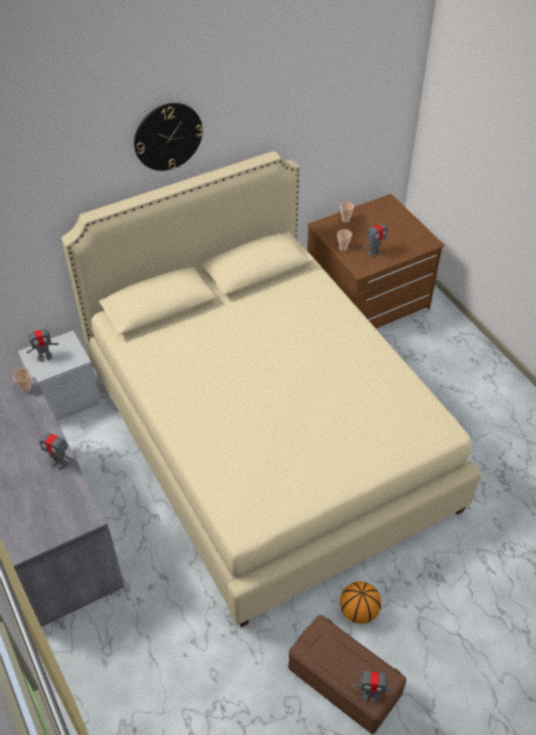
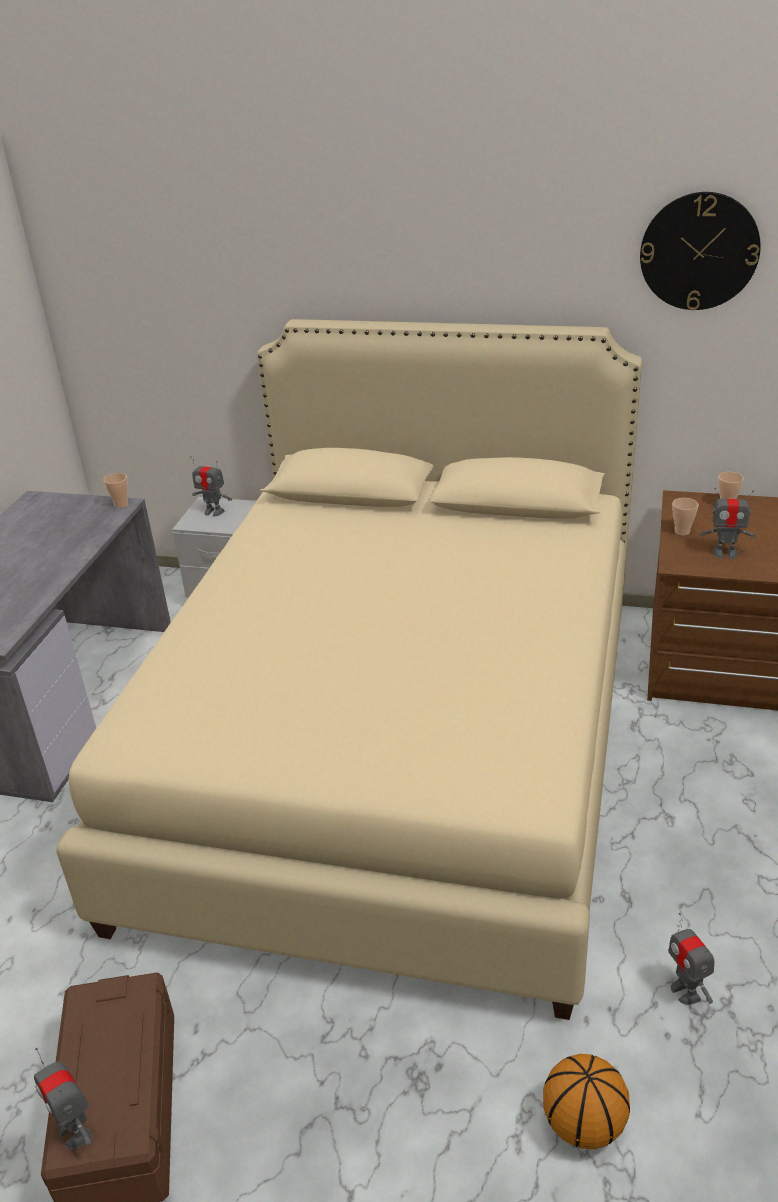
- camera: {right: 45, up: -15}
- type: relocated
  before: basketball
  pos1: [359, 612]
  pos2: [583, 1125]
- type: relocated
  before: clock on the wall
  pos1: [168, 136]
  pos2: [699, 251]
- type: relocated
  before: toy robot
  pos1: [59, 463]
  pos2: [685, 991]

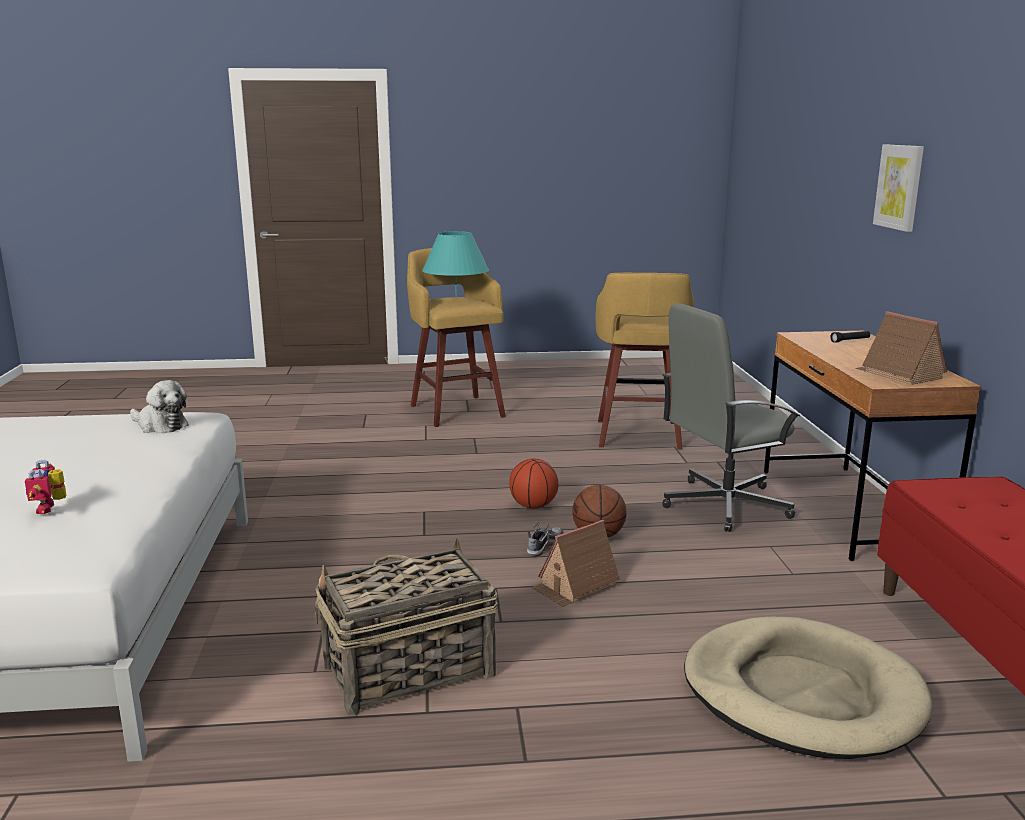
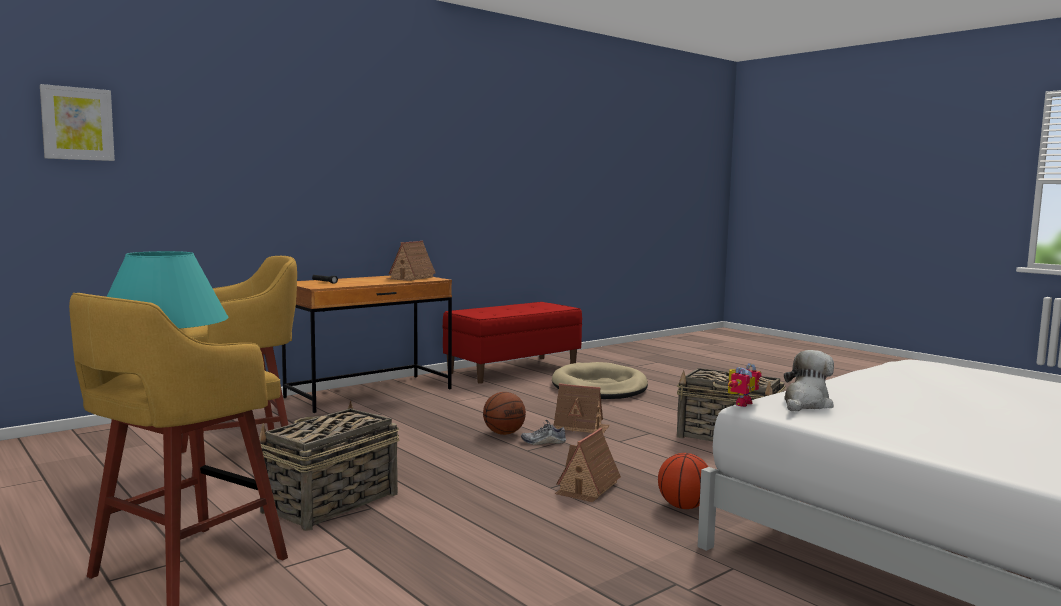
- camera: {right: -125, up: -10}
- type: relocated
  before: wall art
  pos1: [899, 187]
  pos2: [77, 123]
- type: appeared
  after: basket
  pos2: [329, 503]
- type: appeared
  after: toy house
  pos2: [587, 487]
- type: relocated
  before: basketball
  pos1: [533, 506]
  pos2: [683, 506]
- type: relocated
  before: toy robot
  pos1: [51, 508]
  pos2: [740, 403]
- type: spun
  before: cuddly toy
  pos1: [160, 425]
  pos2: [806, 404]
  turn: 45
- type: missing
  before: gray computer chair
  pos1: [724, 504]

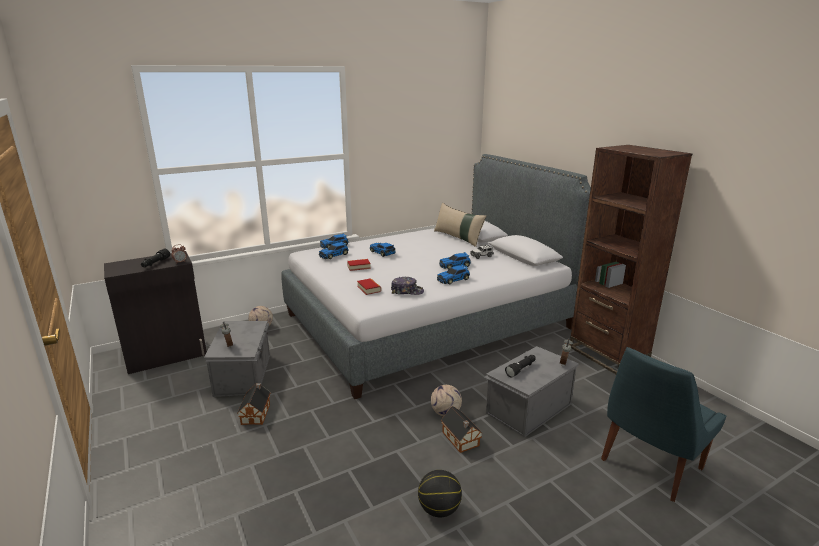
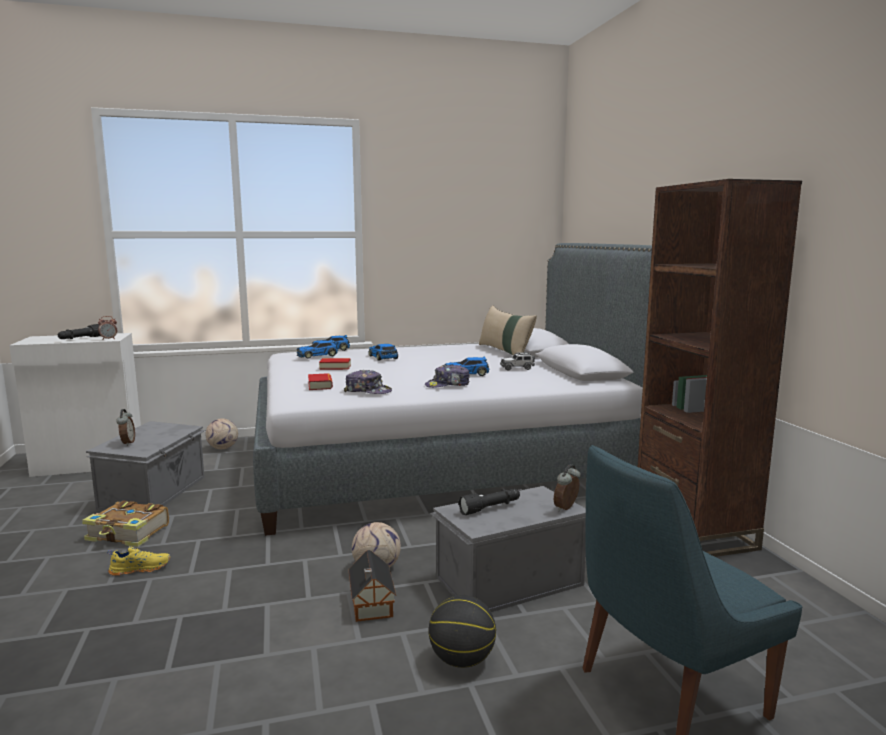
- camera: {right: 15, up: -10}
- type: colour
  before: black cupboard
  after: white cupboard
  pos1: [167, 355]
  pos2: [89, 464]
- type: exchanged
  before: toy house
  after: volume
  pos1: [256, 413]
  pos2: [128, 534]
- type: appeared
  after: yellowish low shoe
  pos2: [140, 569]
- type: exchanged
  before: miniature car
  after: peaked cap
  pos1: [453, 279]
  pos2: [448, 385]
- type: relocated
  before: basketball
  pos1: [439, 509]
  pos2: [462, 660]

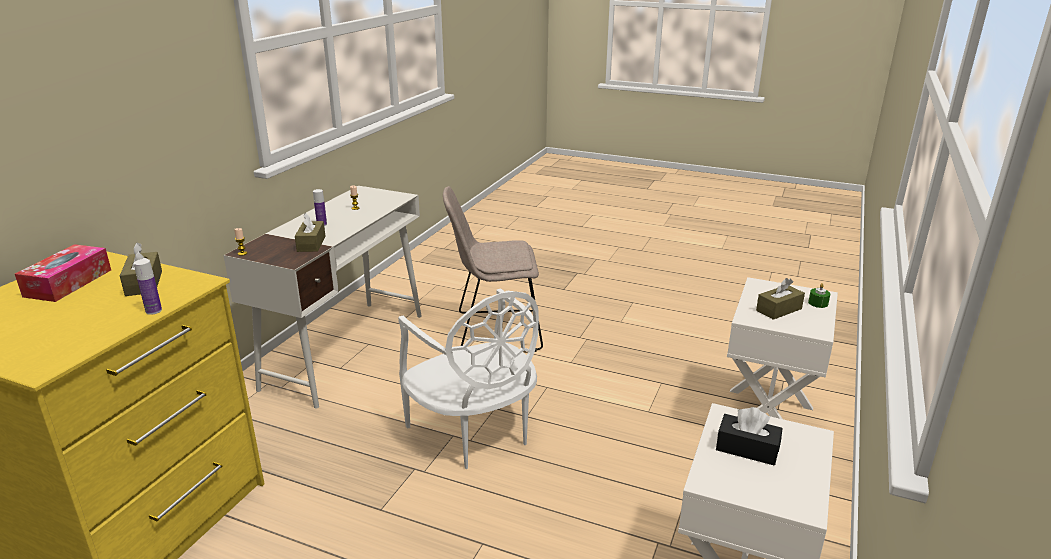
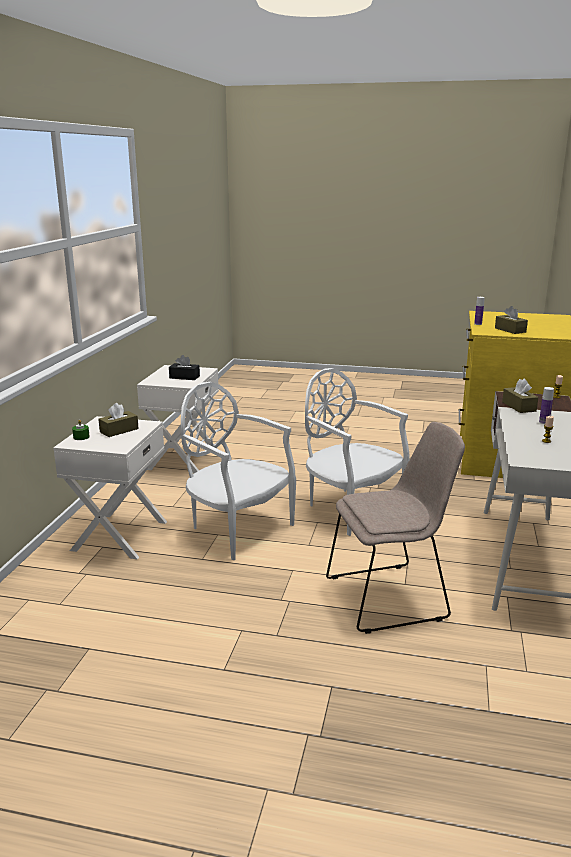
- camera: {right: 170, up: -5}
- type: appeared
  after: white plain chair
  pos2: [237, 529]
- type: missing
  before: tissue holder
  pos1: [68, 283]

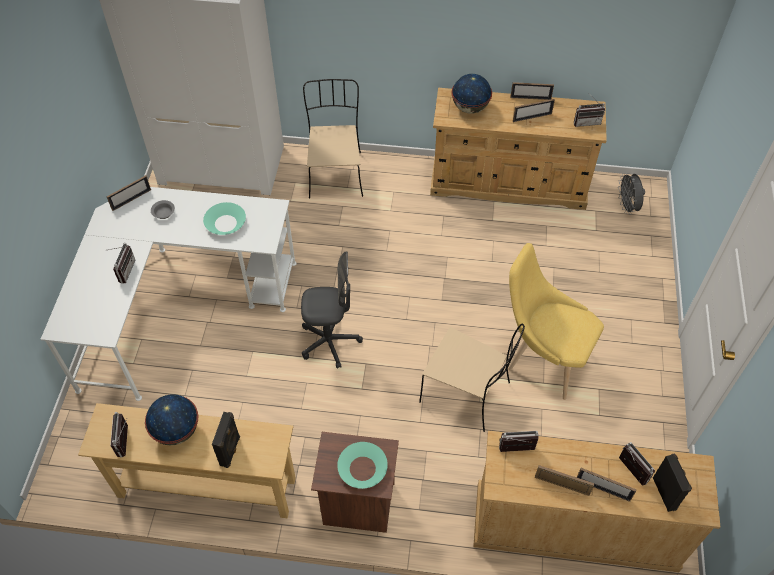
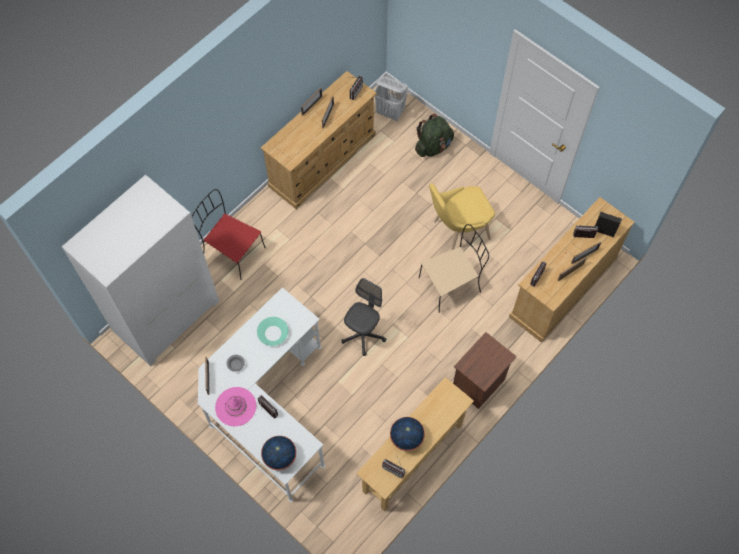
- camera: {right: -55, up: 10}
- type: colour
  before: beige-coloured plain chair
  after: red-coloured plain chair
  pos1: [335, 173]
  pos2: [232, 251]
- type: appeared
  after: pink hat
  pos2: [235, 406]
- type: relocated
  before: world globe
  pos1: [469, 108]
  pos2: [280, 457]
- type: exchanged
  before: gray fan
  after: white laundry basket
  pos1: [627, 207]
  pos2: [390, 112]
- type: appeared
  after: green backpack
  pos2: [433, 146]
- type: missing
  before: black loudspeaker
  pos1: [231, 451]
- type: missing
  before: turquoise bowl
  pos1: [362, 468]

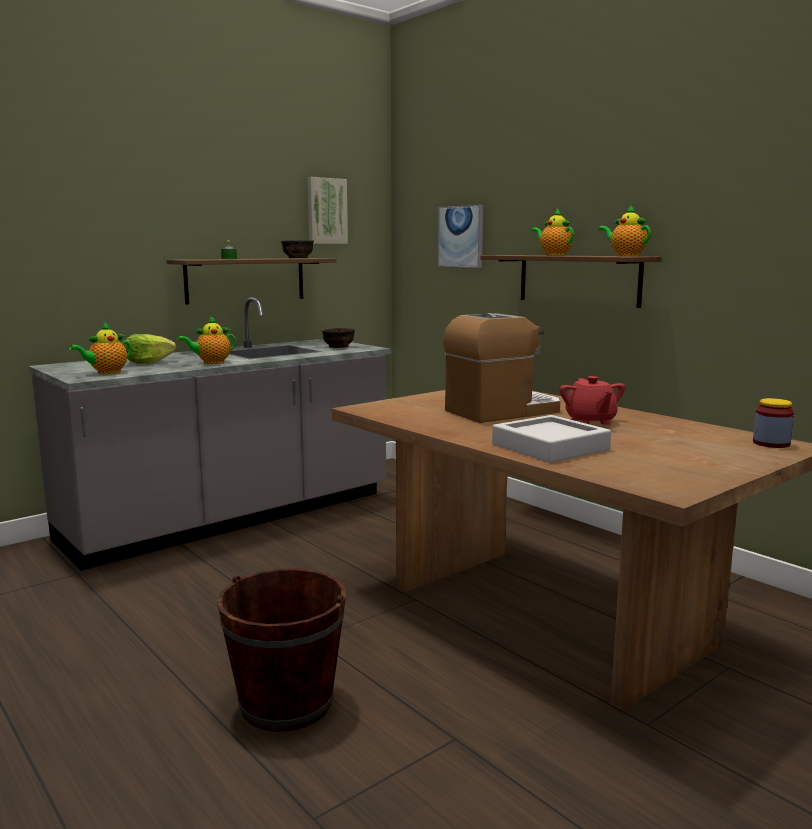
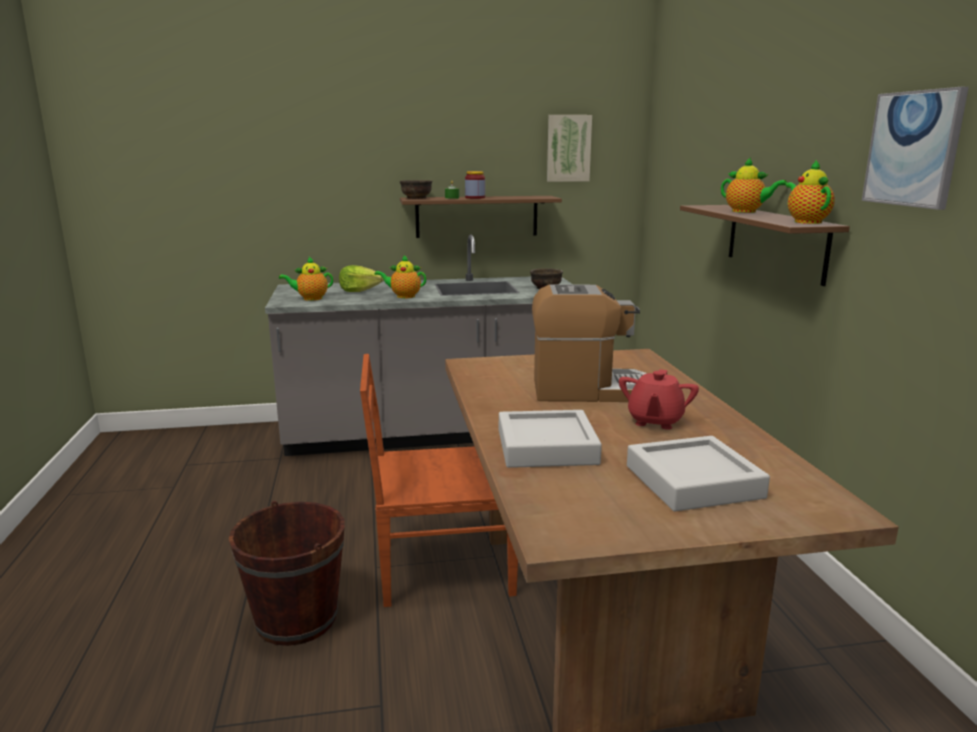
- camera: {right: 30, up: 5}
- type: appeared
  after: brown plain chair
  pos2: [441, 568]
- type: relocated
  before: brown bowl
  pos1: [298, 258]
  pos2: [416, 198]
- type: relocated
  before: jar
  pos1: [771, 443]
  pos2: [475, 198]
- type: appeared
  after: gray carrying tray
  pos2: [693, 482]
- type: spun
  before: teapot
  pos1: [553, 255]
  pos2: [746, 212]
  turn: 135
- type: relocated
  before: wall art
  pos1: [461, 236]
  pos2: [913, 149]

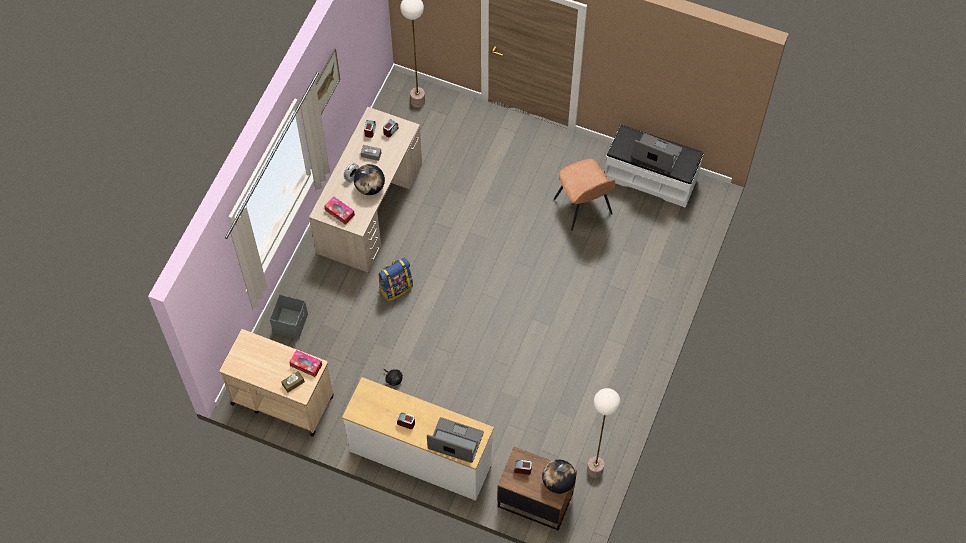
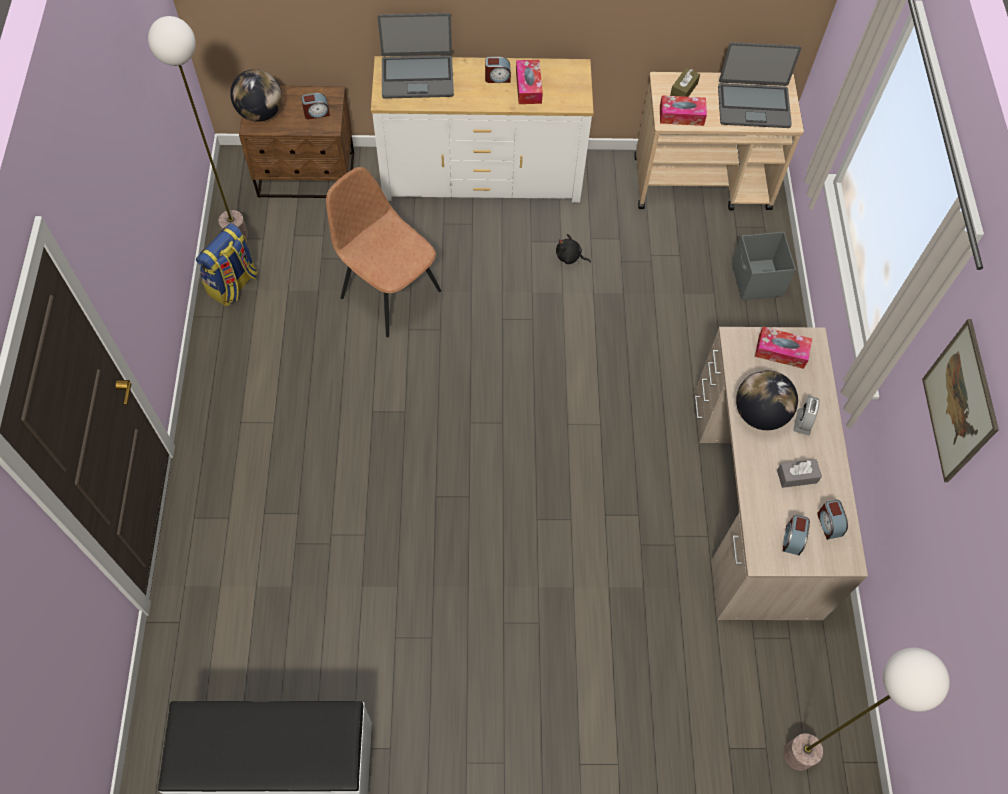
- camera: {right: 155, up: 0}
- type: relocated
  before: backpack
  pos1: [396, 287]
  pos2: [233, 285]
- type: relocated
  before: brown plain chair
  pos1: [583, 207]
  pos2: [389, 292]
- type: appeared
  after: tissue holder
  pos2: [528, 87]
- type: relocated
  before: notebook computer
  pos1: [656, 154]
  pos2: [753, 105]

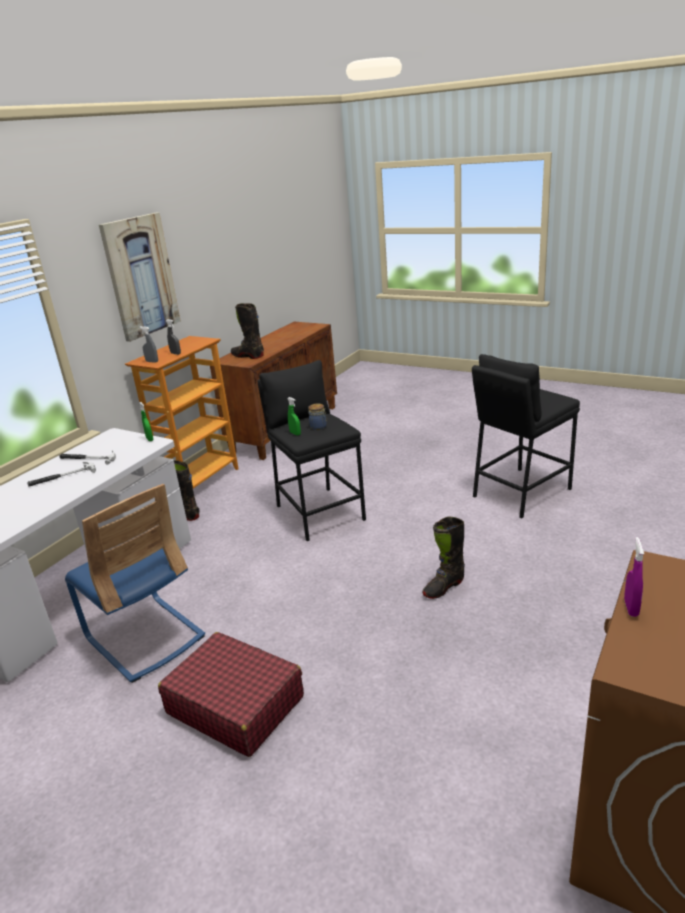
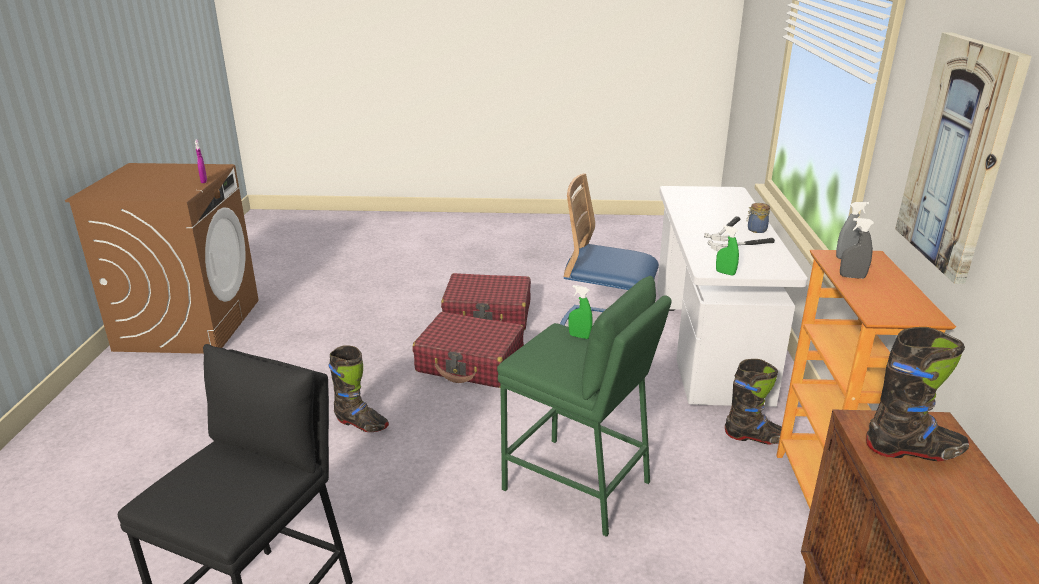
- camera: {right: 150, up: 0}
- type: spun
  before: black tall boot
  pos1: [443, 587]
  pos2: [361, 424]
  turn: 90
- type: appeared
  after: red-coloured piece of luggage
  pos2: [470, 363]
- type: colour
  before: black sitting stool
  after: green sitting stool
  pos1: [319, 512]
  pos2: [577, 485]
- type: relocated
  before: jar
  pos1: [319, 427]
  pos2: [756, 230]

